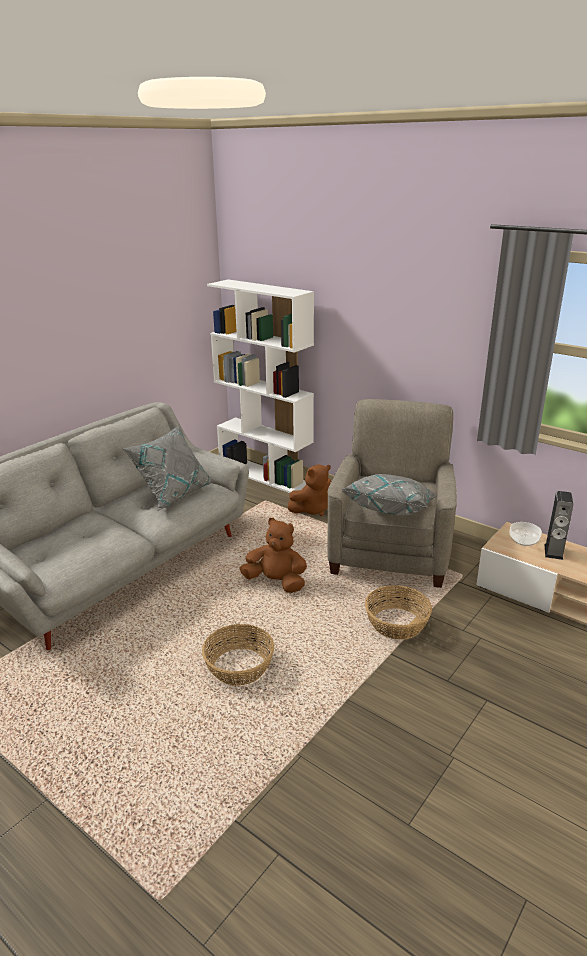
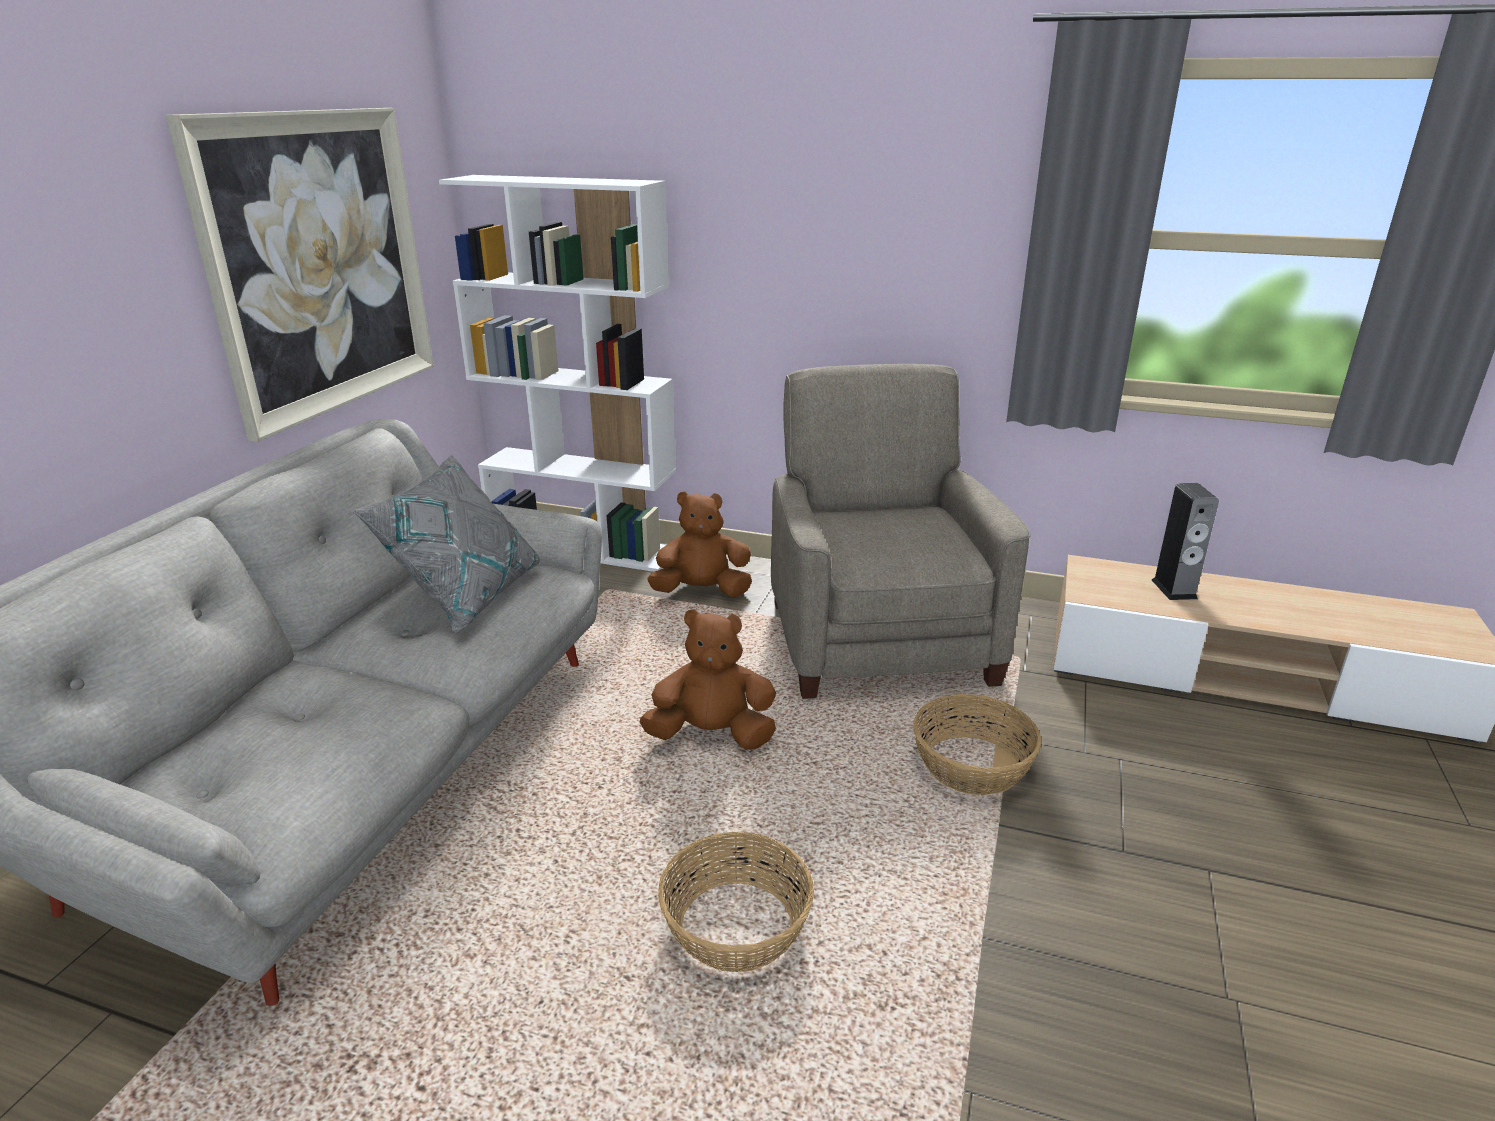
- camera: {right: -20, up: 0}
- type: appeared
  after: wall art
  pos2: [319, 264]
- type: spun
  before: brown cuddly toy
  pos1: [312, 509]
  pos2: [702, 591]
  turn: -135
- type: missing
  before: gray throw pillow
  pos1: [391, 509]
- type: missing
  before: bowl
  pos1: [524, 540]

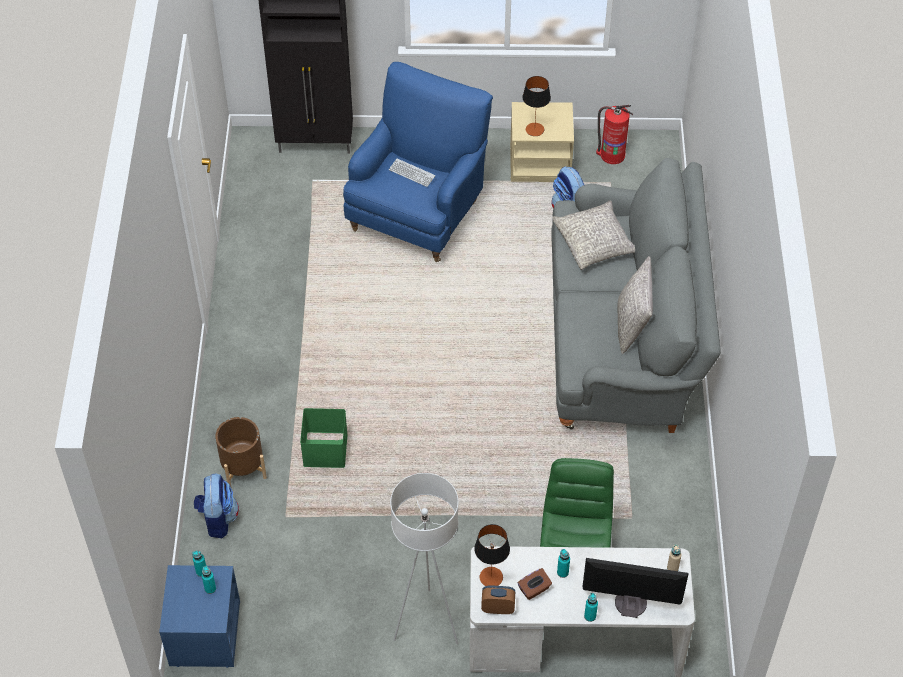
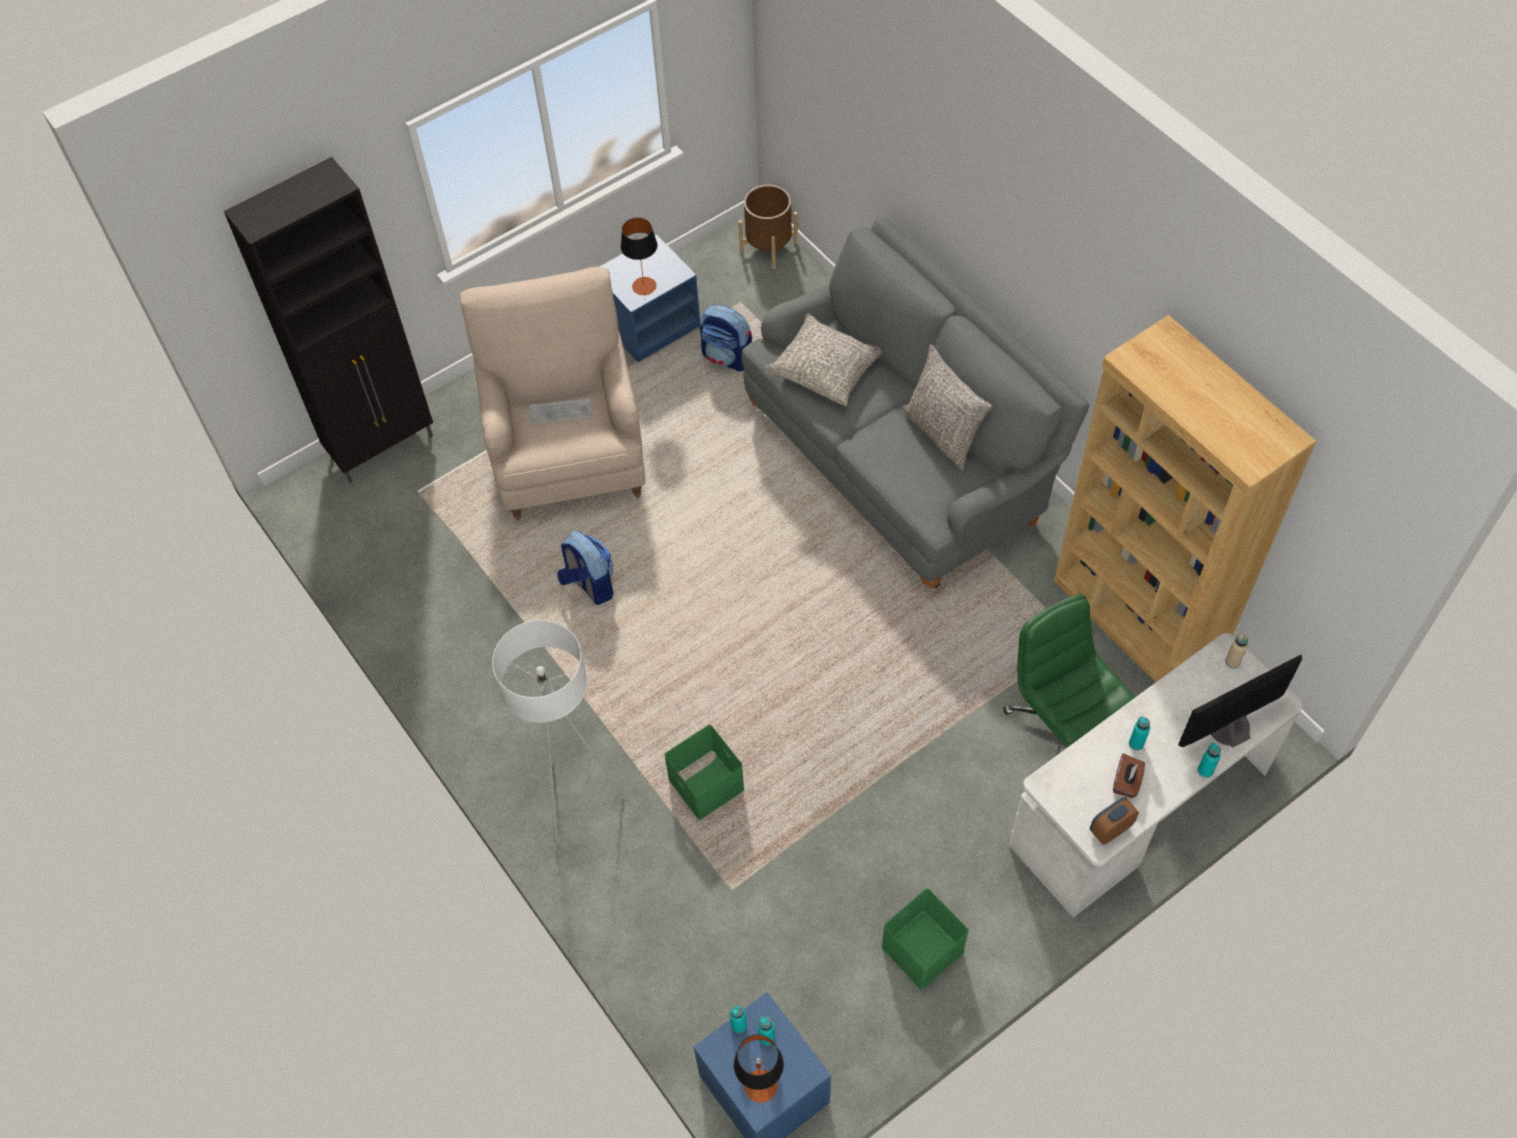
- camera: {right: -35, up: 5}
- type: colour
  before: blue lounge chair
  after: beige-coloured lounge chair
  pos1: [418, 212]
  pos2: [568, 455]
- type: relocated
  before: white standing lamp
  pos1: [427, 623]
  pos2: [577, 799]
- type: relocated
  before: backpack
  pos1: [217, 519]
  pos2: [589, 585]
- type: colour
  before: beige-coloured nightstand
  after: blue nightstand
  pos1: [540, 162]
  pos2: [650, 323]
- type: relocated
  before: table lamp
  pos1: [491, 577]
  pos2: [760, 1086]
- type: relocated
  before: brown flower pot
  pos1: [243, 467]
  pos2: [768, 247]
- type: appeared
  after: green storage box
  pos2: [922, 951]
- type: appeared
  after: brown bookshelf
  pos2: [1136, 620]
- type: missing
  before: extinguisher
  pos1: [611, 155]

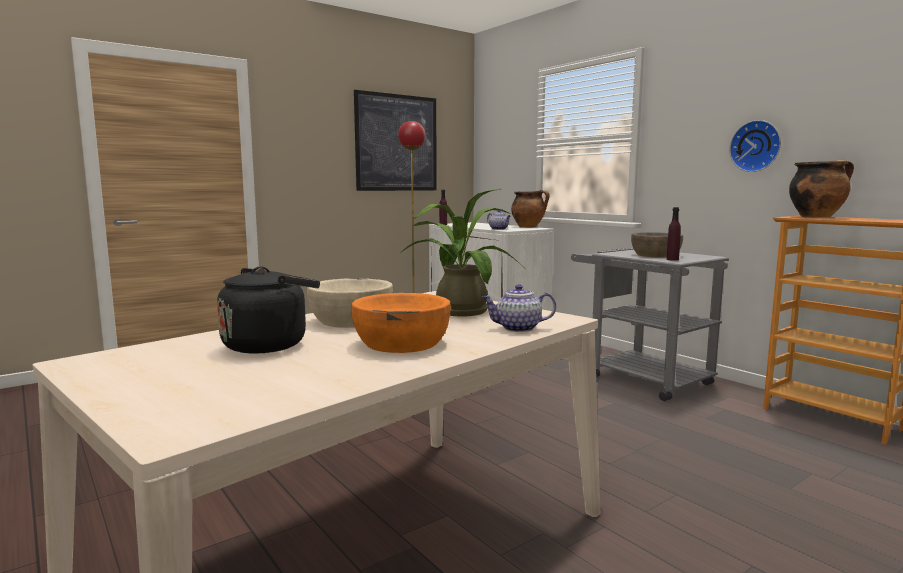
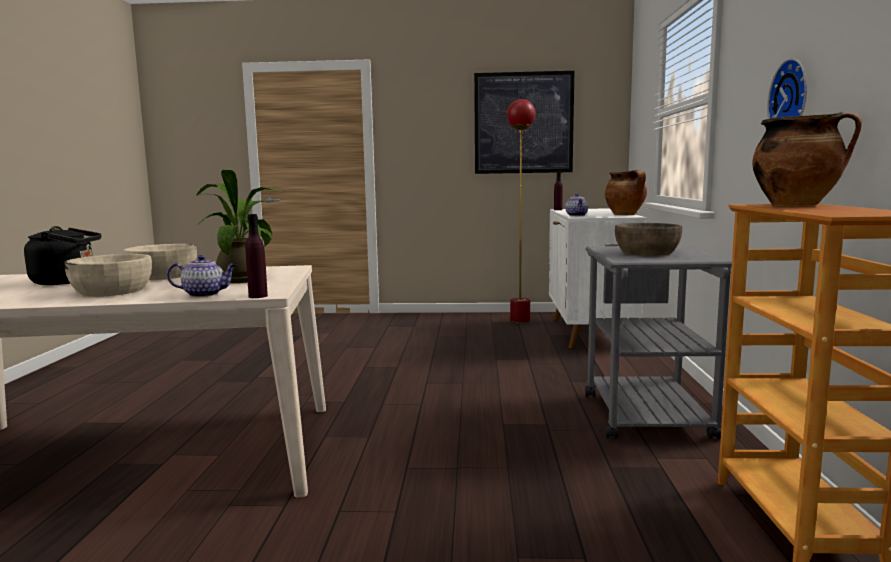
- camera: {right: 40, up: 0}
- type: colour
  before: orangey bowl
  after: beige-coloured bowl
  pos1: [402, 343]
  pos2: [112, 291]
- type: spun
  before: teapot
  pos1: [517, 328]
  pos2: [205, 294]
  turn: 135
- type: relocated
  before: purplish bottle
  pos1: [672, 259]
  pos2: [258, 296]

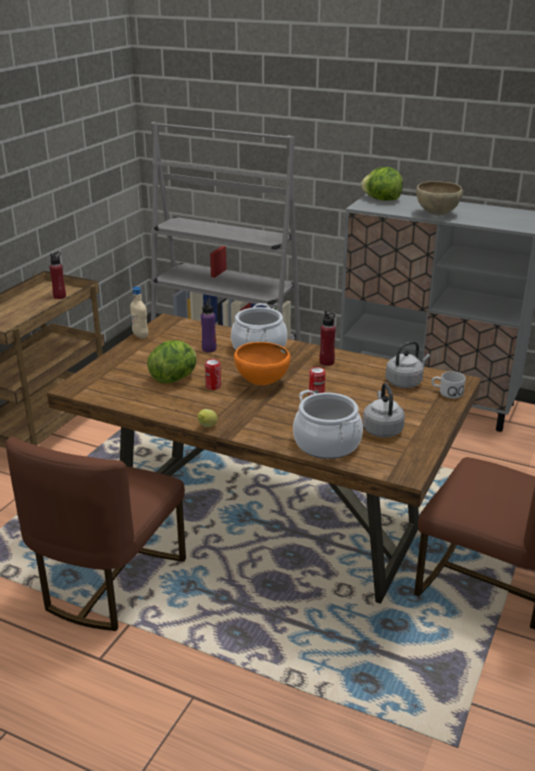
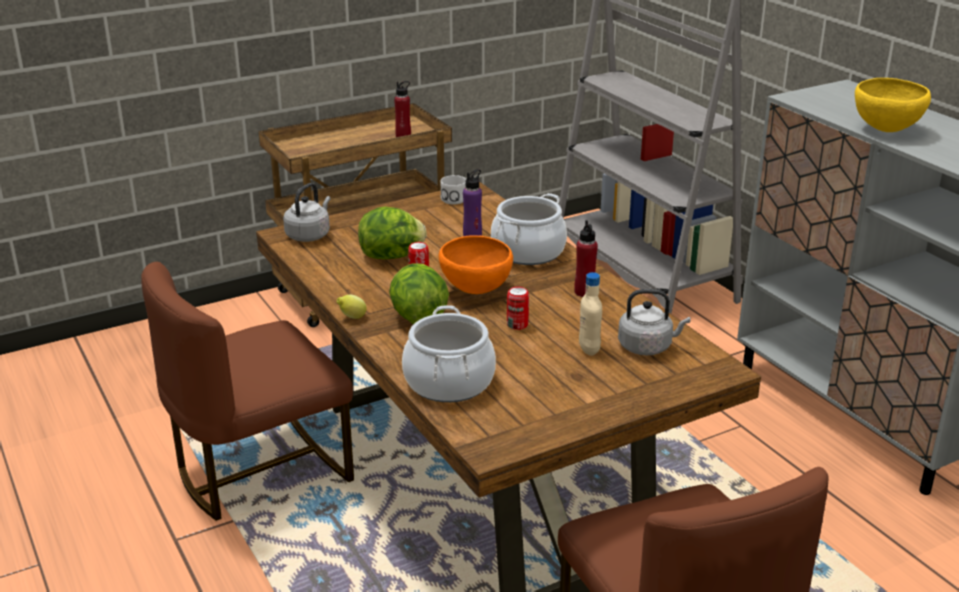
- camera: {right: 35, up: 0}
- type: relocated
  before: gray tea kettle
  pos1: [382, 429]
  pos2: [309, 235]
- type: relocated
  before: head of lettuce
  pos1: [381, 200]
  pos2: [417, 317]
- type: relocated
  before: white mug
  pos1: [446, 392]
  pos2: [451, 198]
- type: relocated
  before: beige-coloured bottle
  pos1: [140, 336]
  pos2: [589, 349]
- type: colour
  before: brown bowl
  after: yellowish bowl
  pos1: [436, 214]
  pos2: [885, 130]

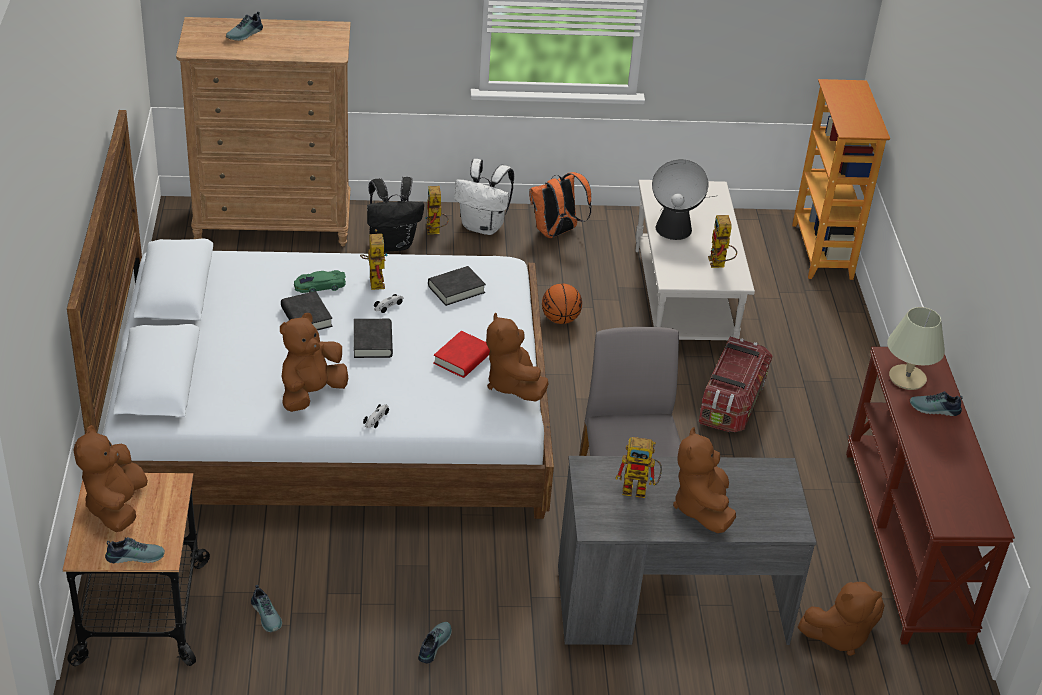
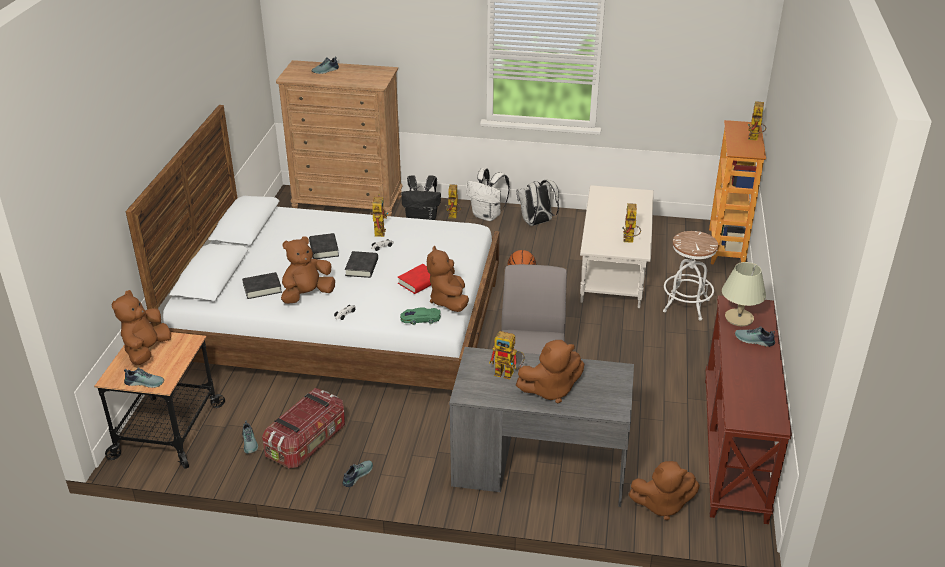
- camera: {right: 15, up: -5}
- type: relocated
  before: black volume
  pos1: [456, 289]
  pos2: [262, 288]
- type: relocated
  before: storage box
  pos1: [732, 402]
  pos2: [308, 443]
- type: relocated
  before: green miniature car
  pos1: [319, 285]
  pos2: [420, 319]
- type: colour
  before: orangey backpack
  after: white backpack
  pos1: [556, 232]
  pos2: [536, 223]
- type: spun
  before: brown cuddly toy
  pos1: [702, 508]
  pos2: [550, 390]
  turn: -120
- type: appeared
  after: white sitting stool
  pos2: [686, 306]
- type: appeared
  after: toy robot
  pos2: [754, 139]
- type: missing
  before: table lamp
  pos1: [675, 225]

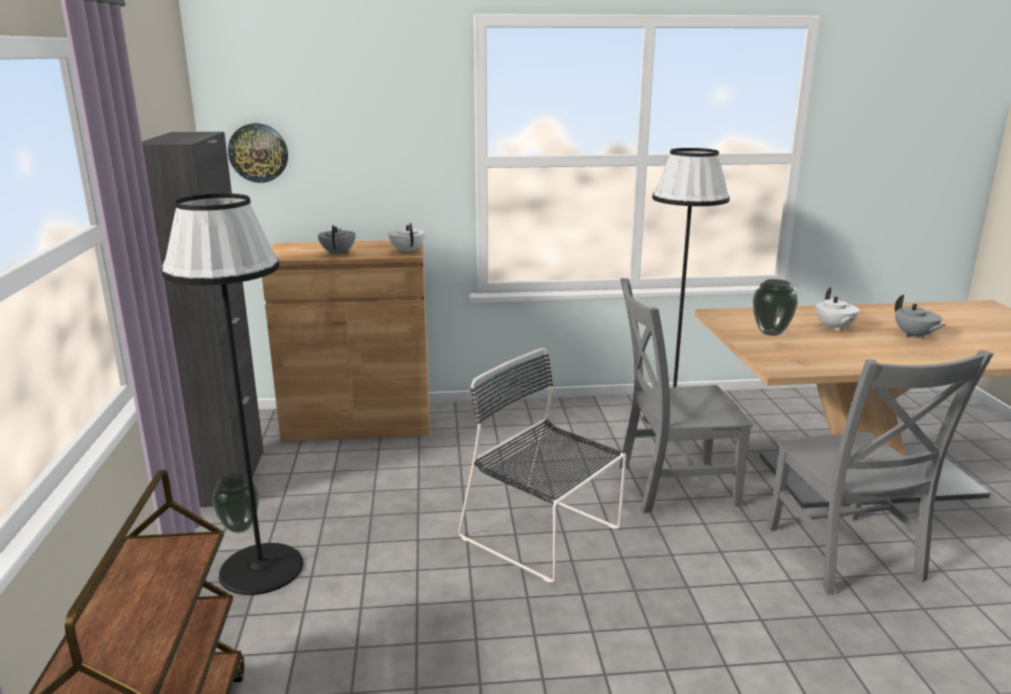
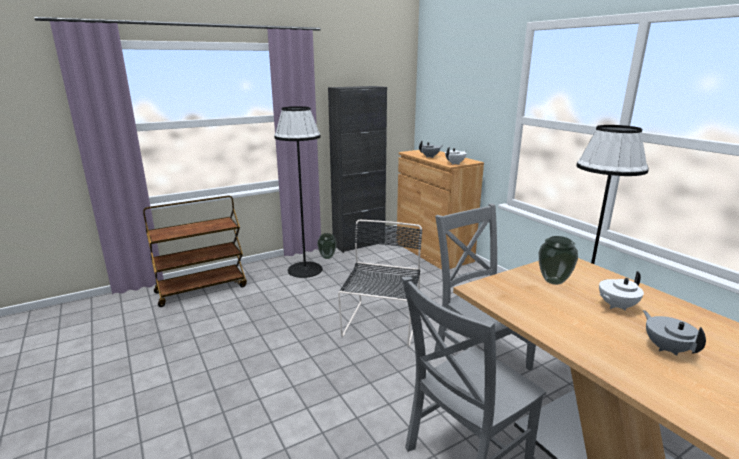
- camera: {right: 65, up: 0}
- type: spun
  before: gray teapot
  pos1: [914, 336]
  pos2: [667, 348]
  turn: 120
- type: missing
  before: clock on the wall
  pos1: [258, 153]

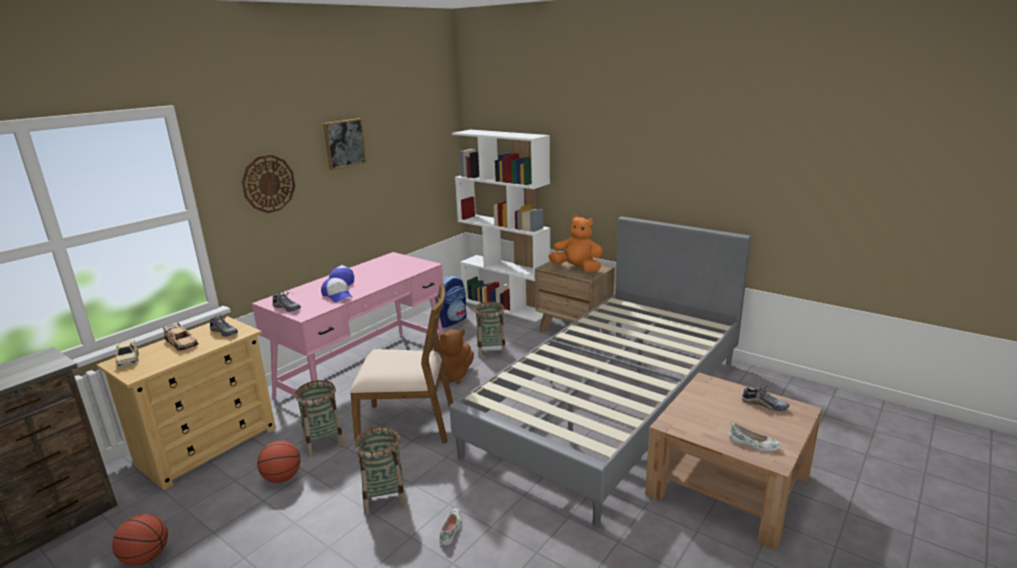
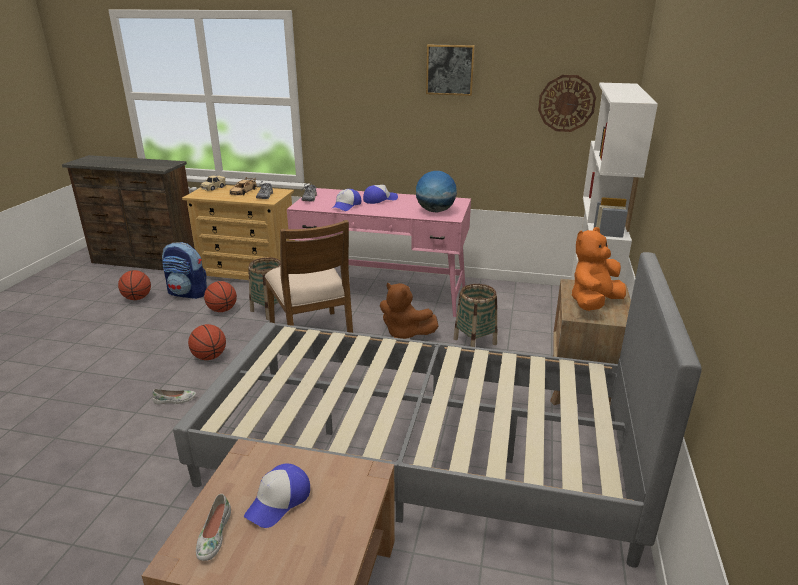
- camera: {right: 65, up: 5}
- type: relocated
  before: backpack
  pos1: [451, 321]
  pos2: [188, 293]
- type: exchanged
  before: basket
  after: basketball
  pos1: [384, 497]
  pos2: [209, 357]
- type: appeared
  after: peaked cap
  pos2: [279, 501]
- type: appeared
  after: world globe
  pos2: [435, 211]
- type: relocated
  before: clock on the wall
  pos1: [268, 183]
  pos2: [566, 103]
- type: spun
  before: orangey cuddly toy
  pos1: [577, 269]
  pos2: [593, 303]
  turn: -135
- type: missing
  before: low shoe
  pos1: [764, 405]

